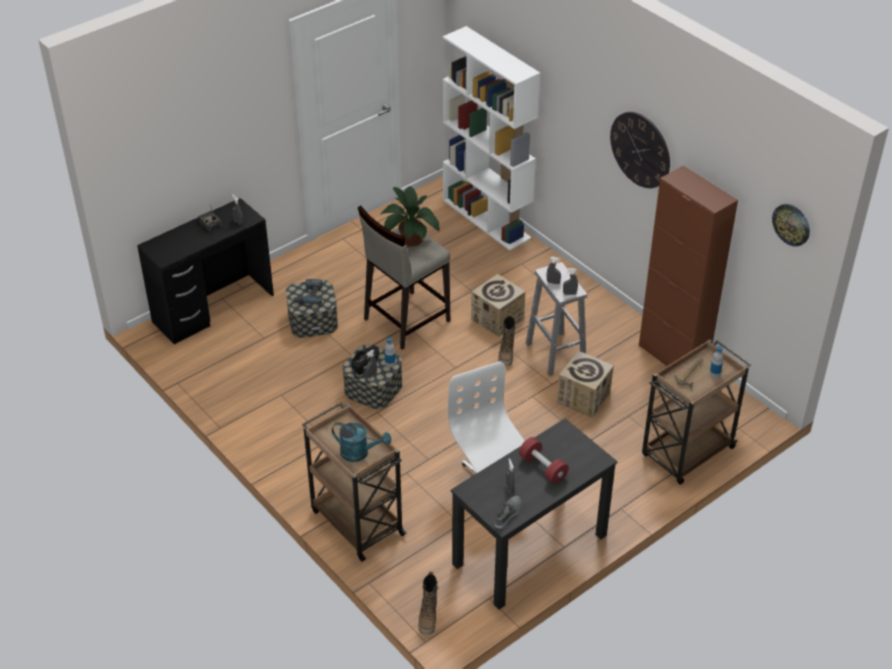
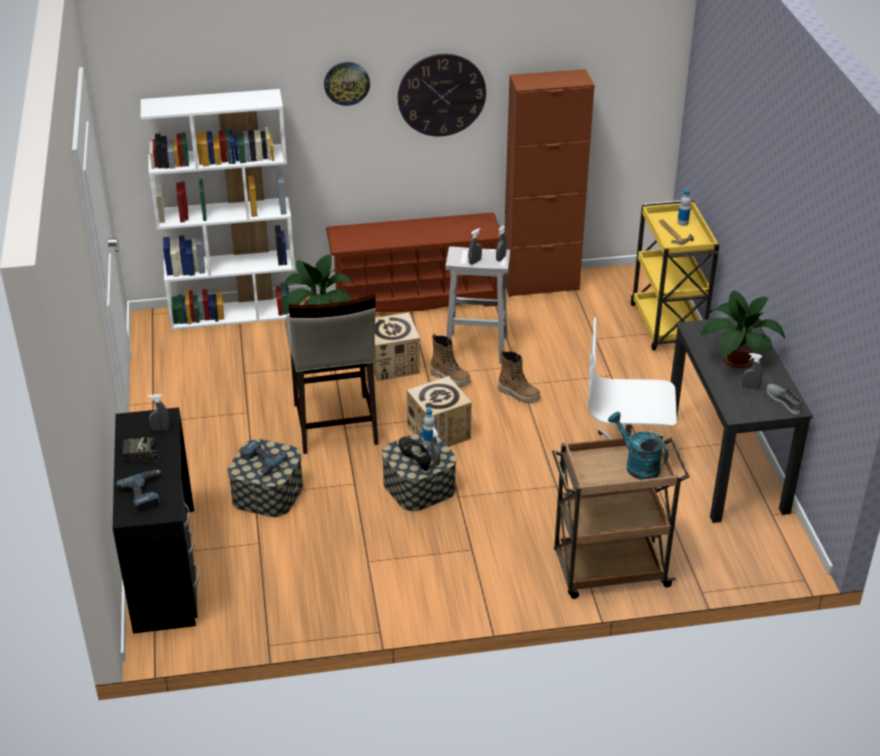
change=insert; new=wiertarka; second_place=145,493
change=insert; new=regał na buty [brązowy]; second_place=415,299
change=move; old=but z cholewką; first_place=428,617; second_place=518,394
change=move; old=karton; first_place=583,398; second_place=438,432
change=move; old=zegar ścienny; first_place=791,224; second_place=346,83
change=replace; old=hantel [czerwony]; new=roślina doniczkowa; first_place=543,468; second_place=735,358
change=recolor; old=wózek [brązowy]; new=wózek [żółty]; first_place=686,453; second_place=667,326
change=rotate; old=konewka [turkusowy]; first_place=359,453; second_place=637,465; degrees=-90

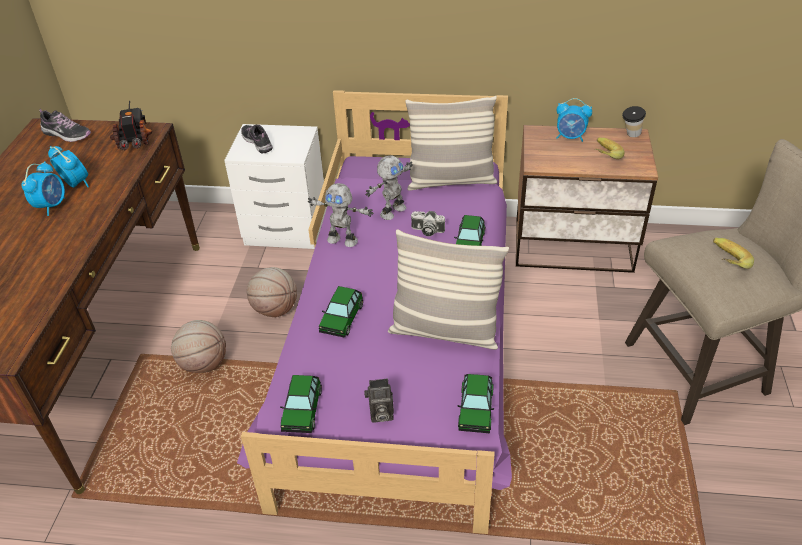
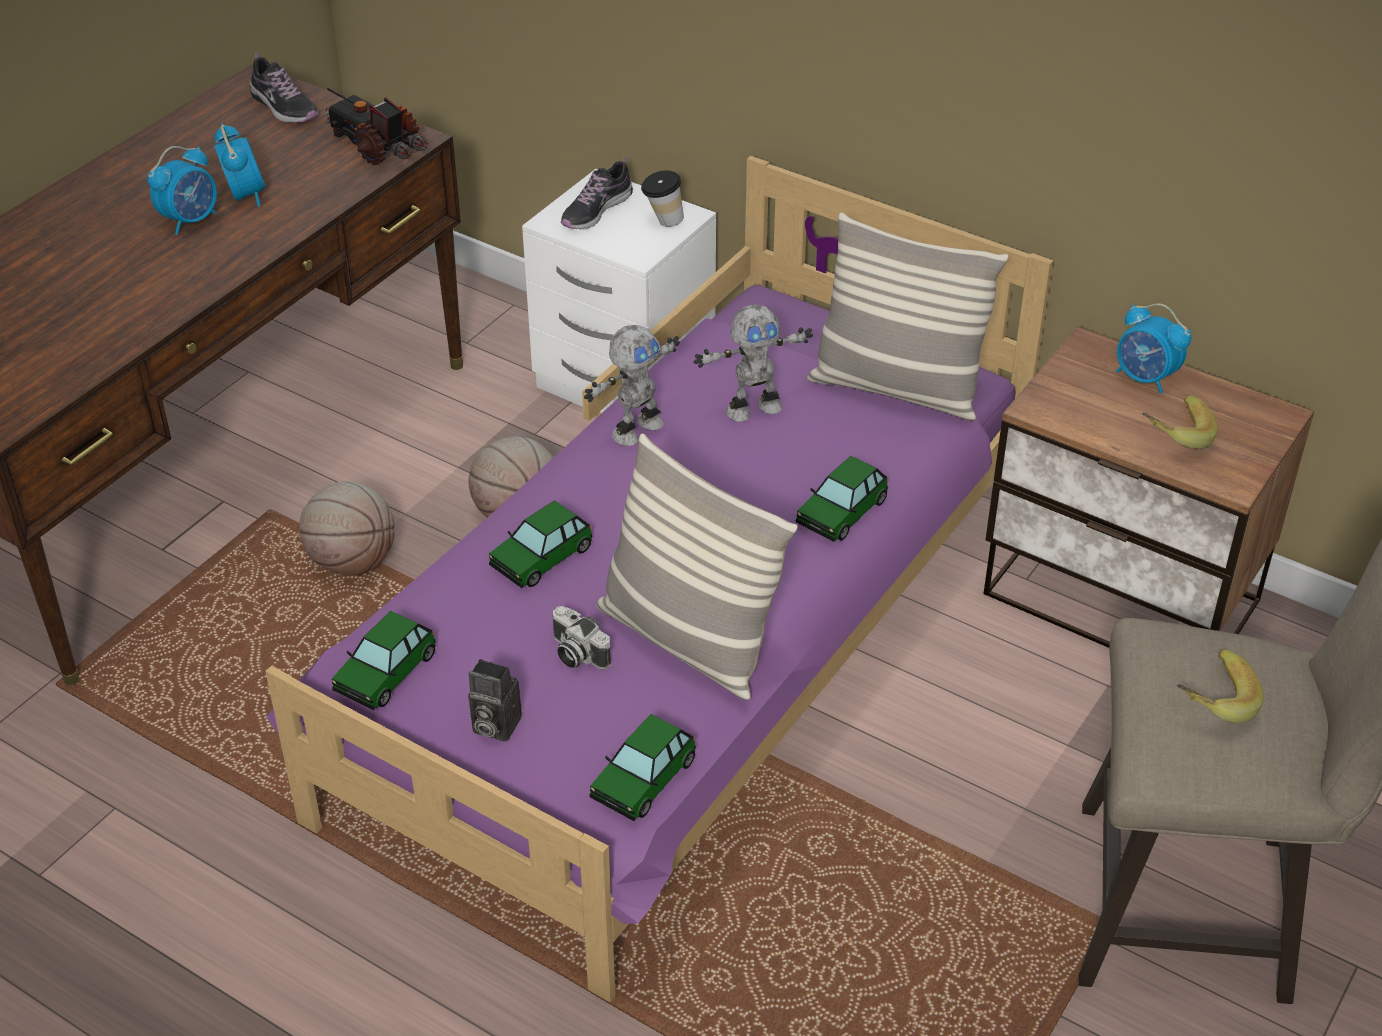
change=move; old=aparat fotograficzny; first_place=427,231; second_place=576,654
change=move; old=filiżanka; first_place=630,135; second_place=662,222
change=rotate; old=ciężarówka zabawkowa; first_place=135,139; second_place=377,146; degrees=-60
change=rotate; old=but; first_place=257,142; second_place=596,210; degrees=-135
change=rotate; old=robot zabawkowy; first_place=343,240; second_place=636,429; degrees=-90

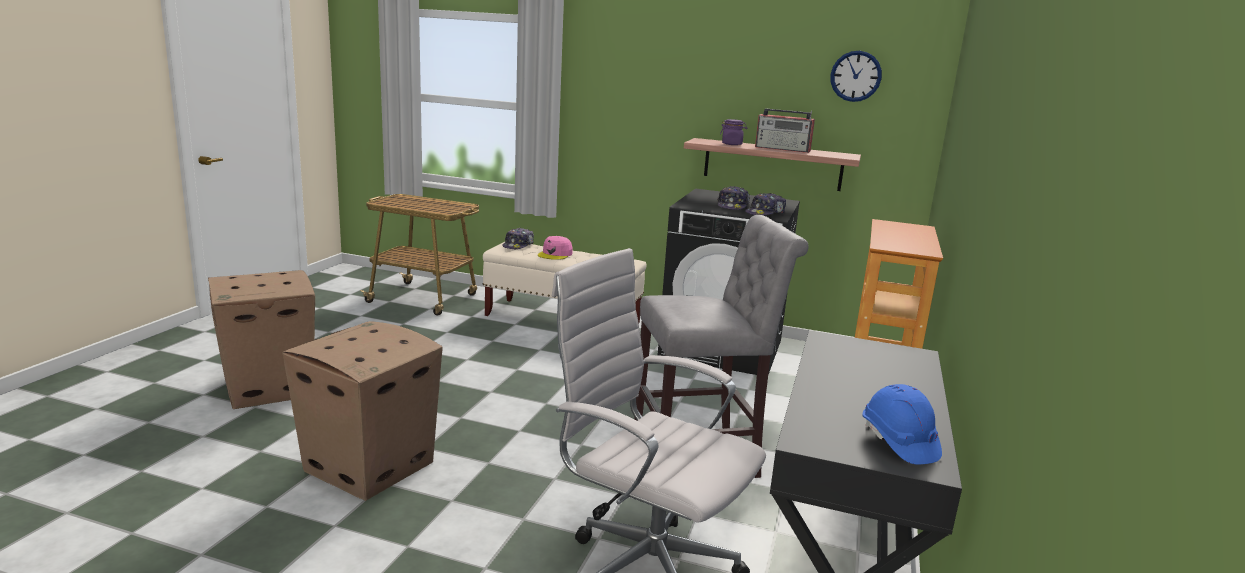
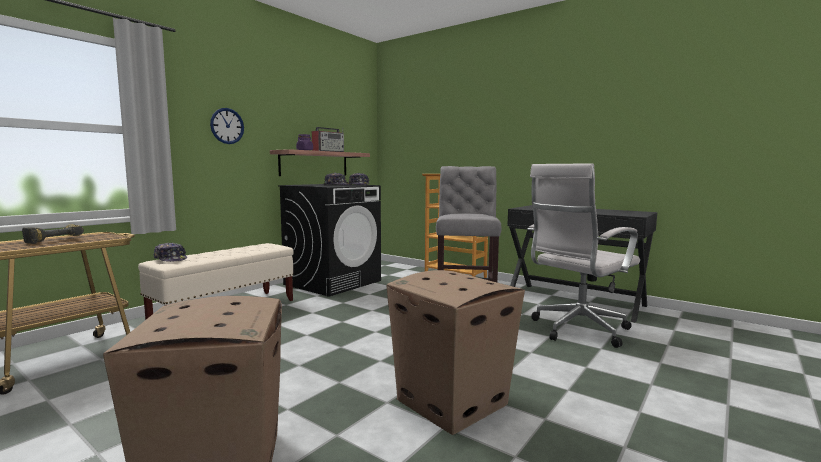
change=delete; old=czapka z daszkiem [różowy]; first_place=555,254
change=delete; old=kask [niebieski]; first_place=898,442
change=insert; new=wiertarka; second_place=53,240
change=move; old=zegar ścienny; first_place=855,76; second_place=227,126

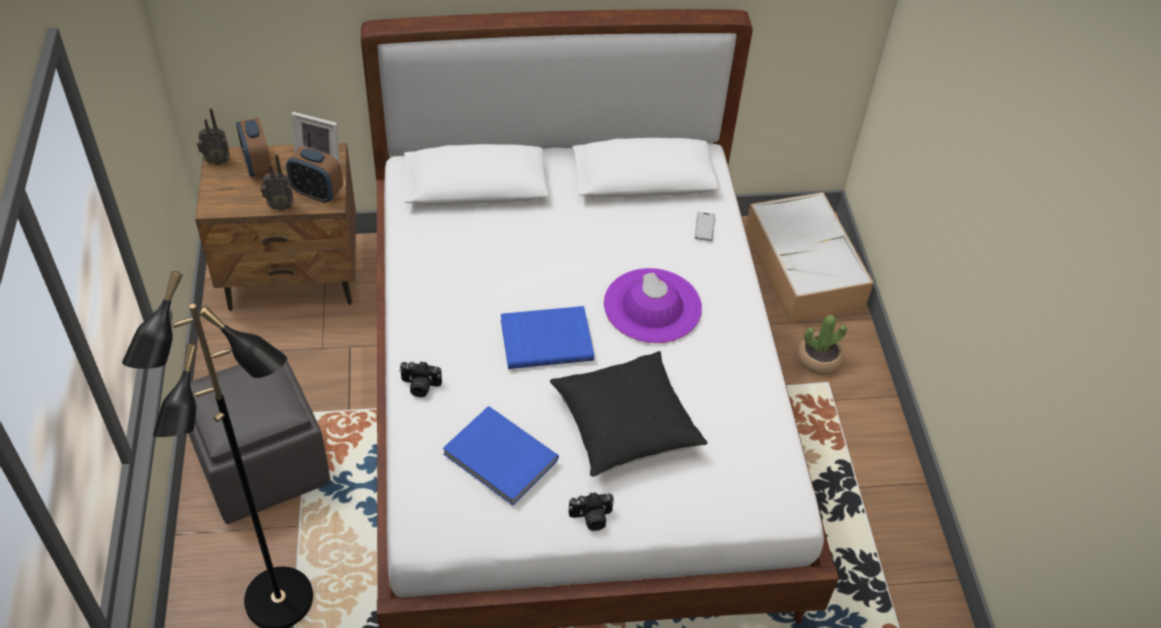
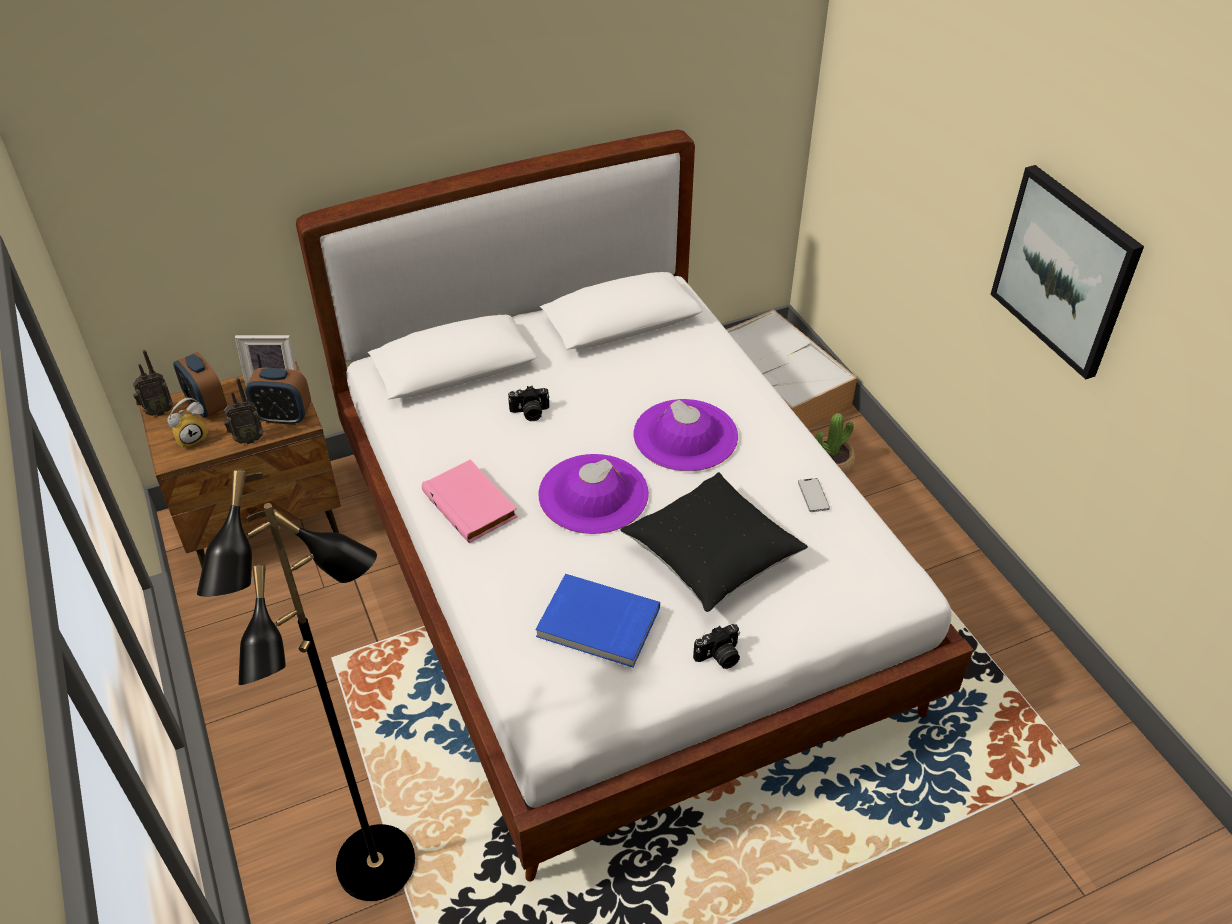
change=delete; old=pufa [szary]; first_place=262,463
change=insert; new=budzik; second_place=192,437
change=insert; new=książka [różowy]; second_place=472,504
change=insert; new=obraz; second_place=1065,271
change=move; old=aparat fotograficzny; first_place=420,386; second_place=530,413
change=move; old=telefon; first_place=704,227; second_place=813,496
change=replace; old=książka [niebieski]; new=kapelusz [fioletowy]; first_place=546,339; second_place=593,494

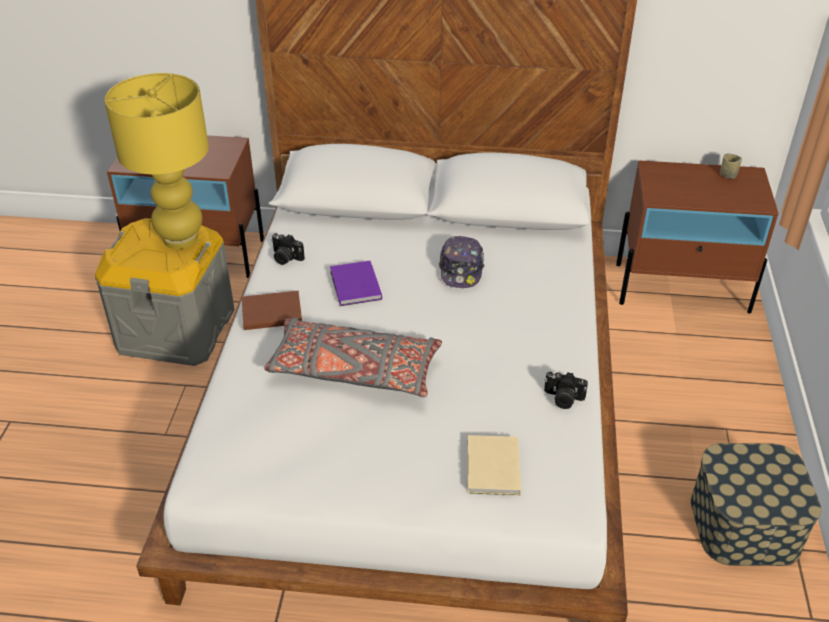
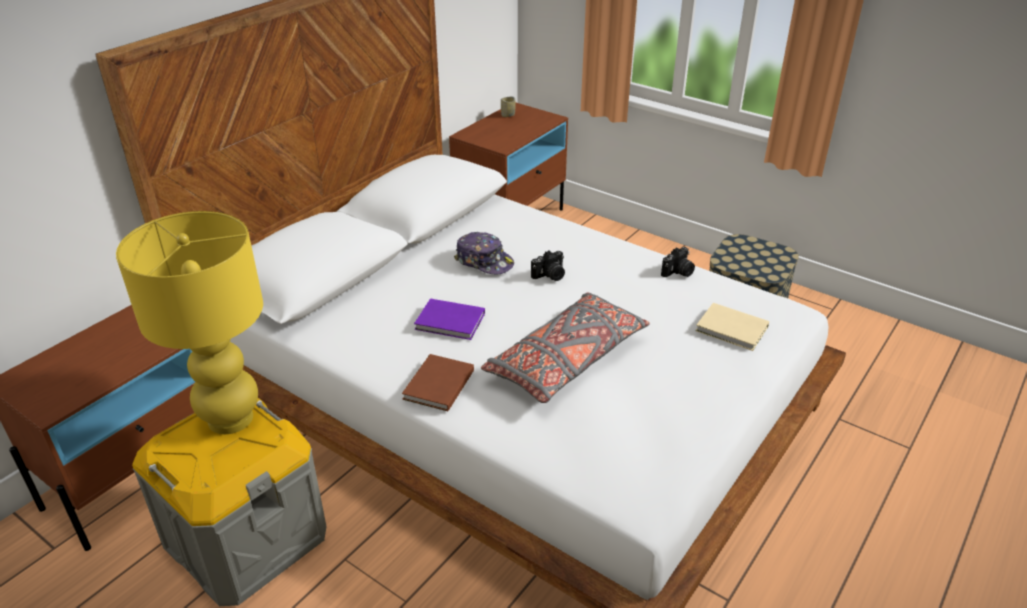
change=move; old=aparat fotograficzny; first_place=285,258; second_place=550,276

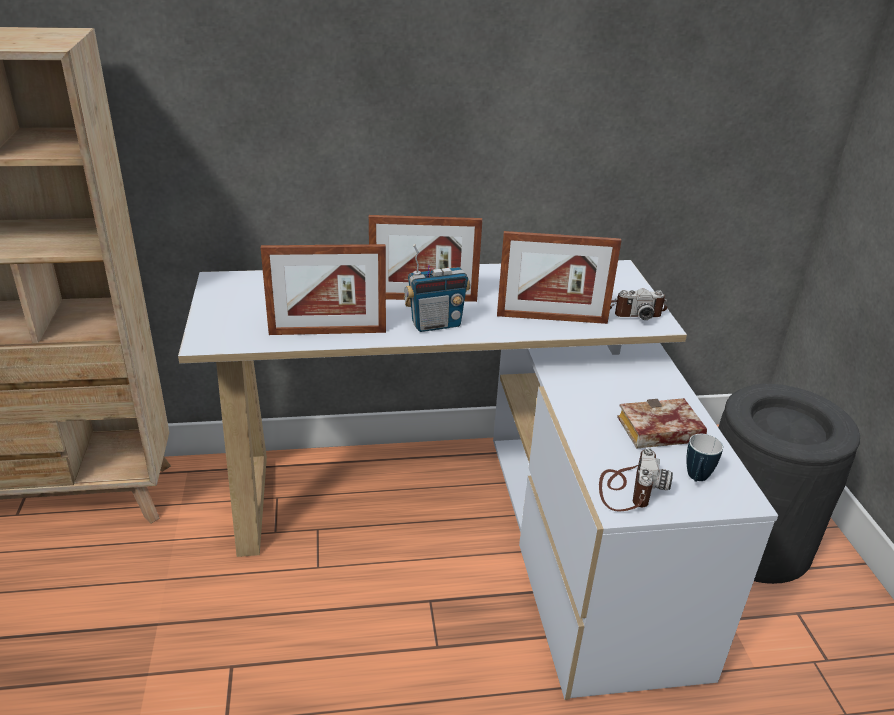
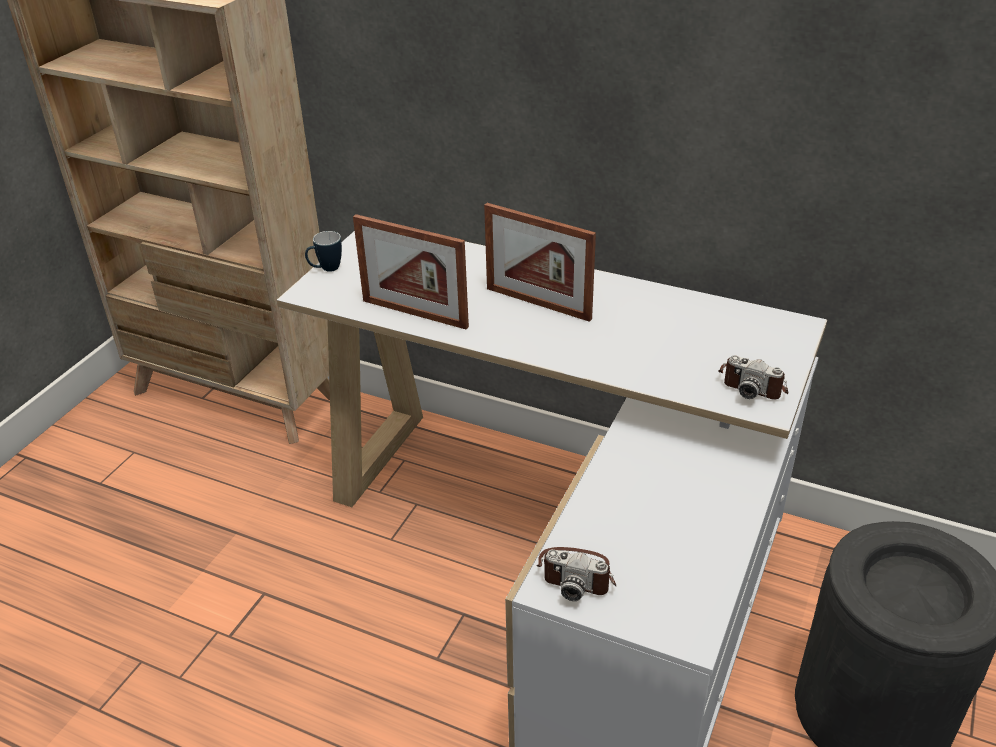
change=delete; old=radio; first_place=435,324
change=delete; old=ramka na zdjęcie; first_place=551,318
change=delete; old=książka; first_place=657,432
change=move; old=kubek; first_place=696,479; second_place=326,269
change=rotate; old=aparat fotograficzny; first_place=628,489; second_place=577,574; degrees=60

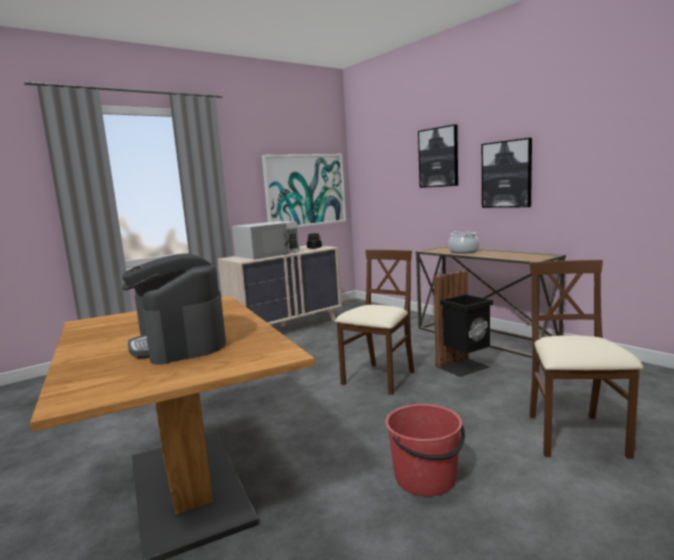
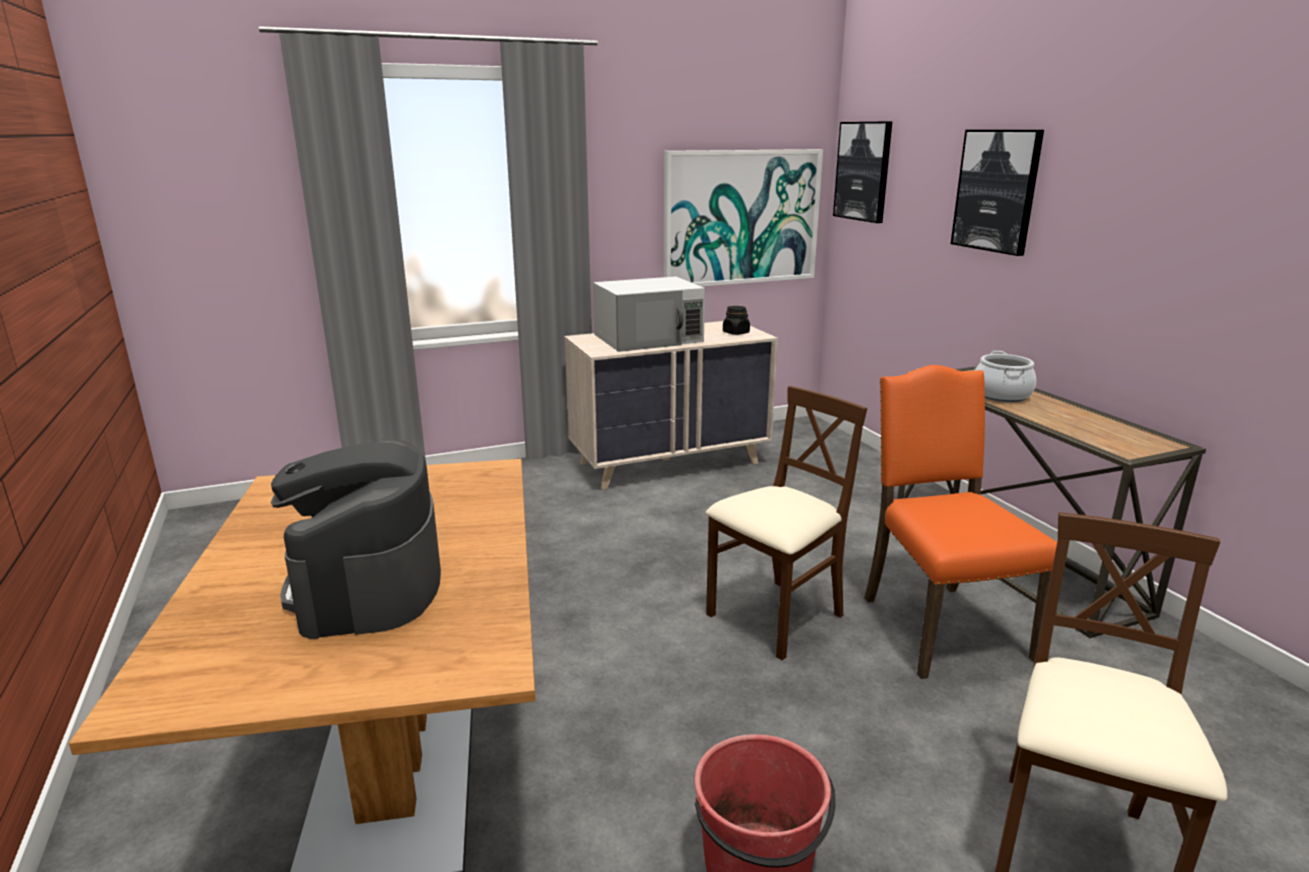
change=move; old=obraz; first_place=506,174; second_place=863,171
change=replace; old=kosz na śmieci [czarny]; new=krzesło [pomarańczowy]; first_place=464,367; second_place=939,626

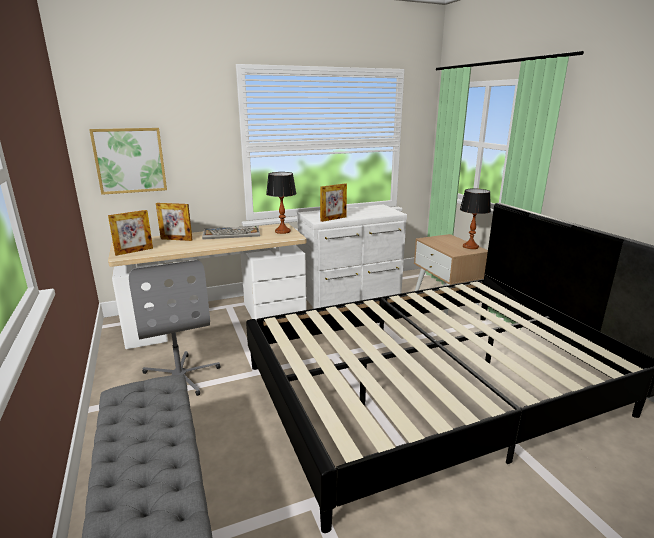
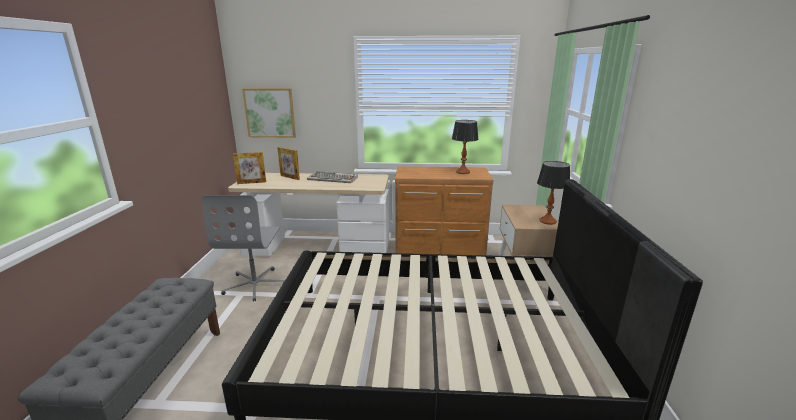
change=delete; old=ramka na zdjęcie; first_place=333,219
change=move; old=lampa stołowa; first_place=282,231; second_place=463,172
change=recolor; old=komoda [biały]; new=komoda [brązowy]; first_place=351,297; second_place=440,250

